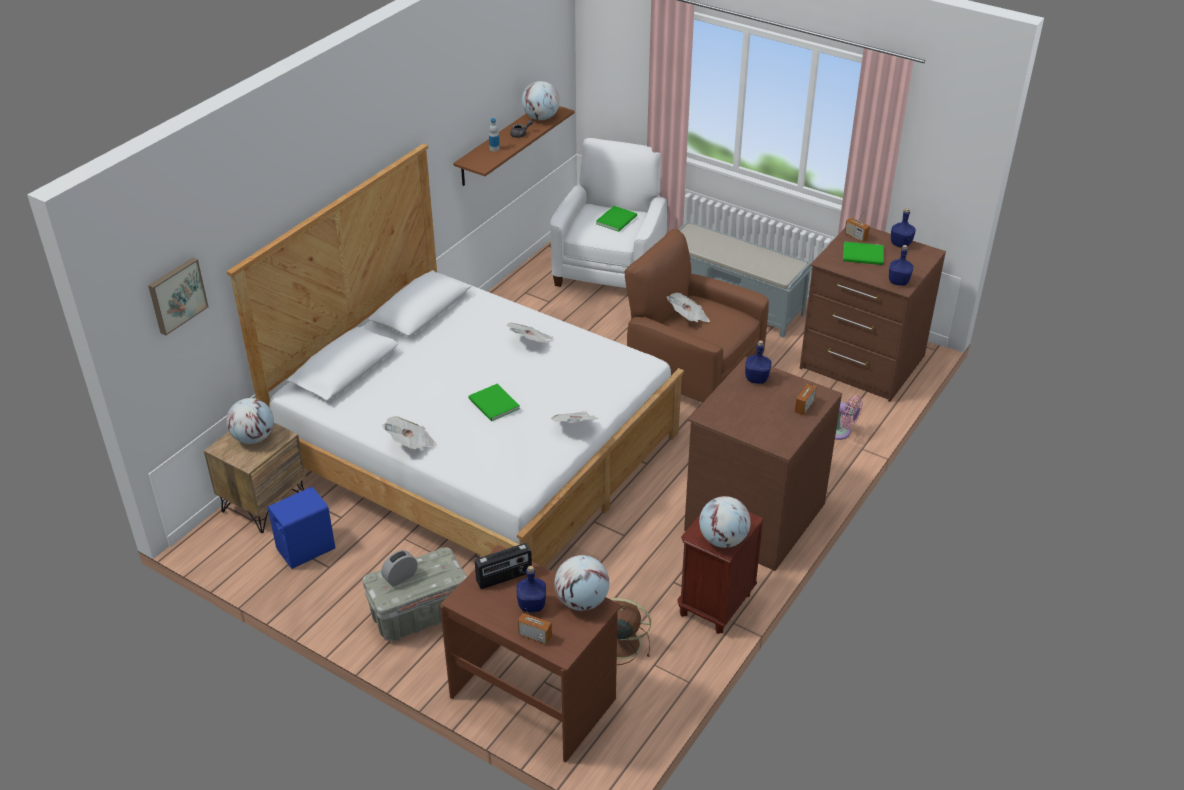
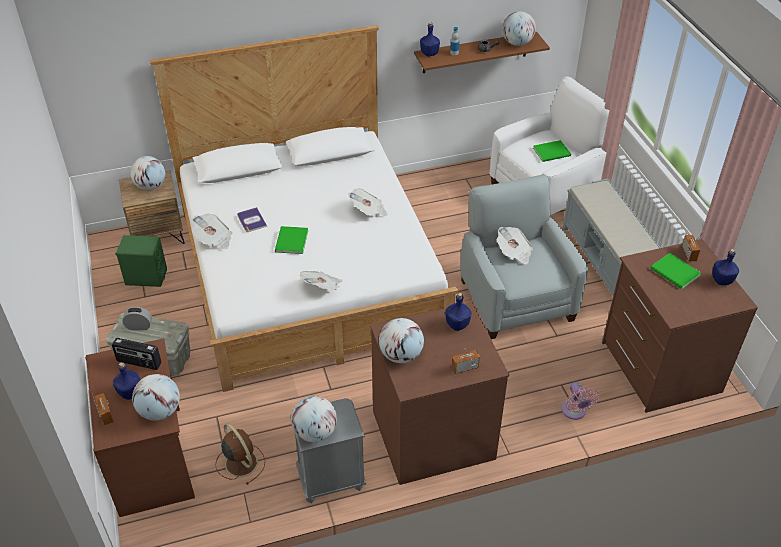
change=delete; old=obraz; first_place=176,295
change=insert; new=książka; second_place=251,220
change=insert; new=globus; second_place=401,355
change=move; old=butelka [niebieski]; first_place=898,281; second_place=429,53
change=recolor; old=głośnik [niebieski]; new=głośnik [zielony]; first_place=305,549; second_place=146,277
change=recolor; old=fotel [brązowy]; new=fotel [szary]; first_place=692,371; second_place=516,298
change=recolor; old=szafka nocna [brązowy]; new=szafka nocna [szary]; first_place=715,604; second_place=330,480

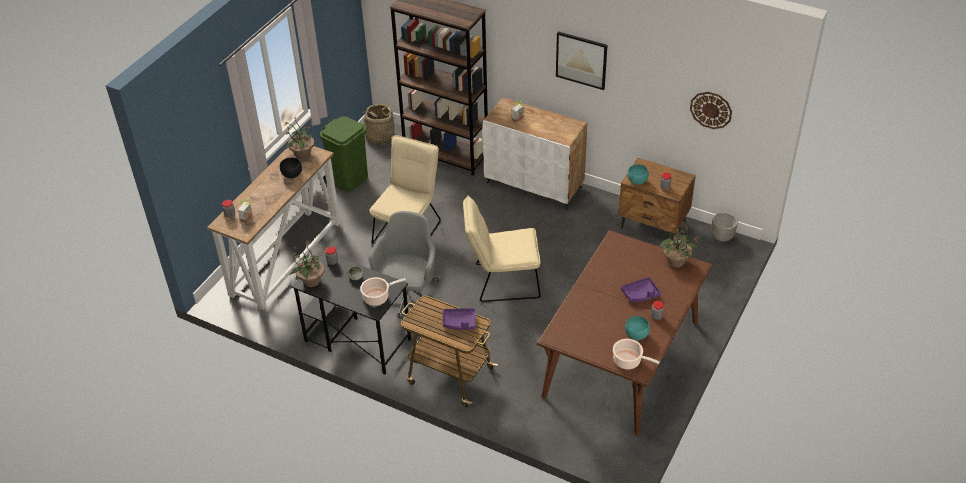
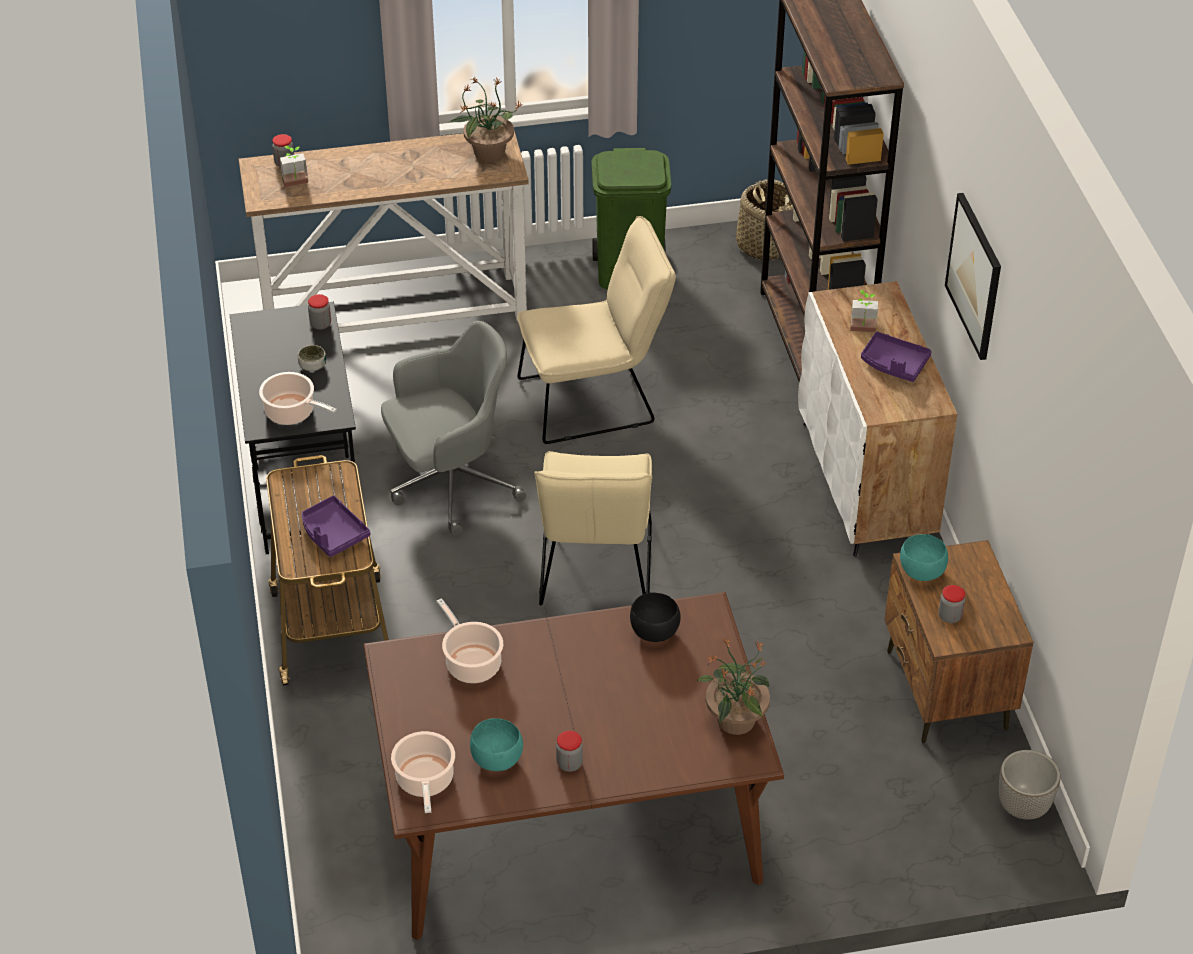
change=delete; old=roślina doniczkowa; first_place=311,281
change=delete; old=zegar ścienny; first_place=711,110
change=insert; new=garnek; second_place=471,663
change=move; old=miska [czarny]; first_place=291,175; second_place=653,632
change=move; old=taca [fioletowy]; first_place=640,294; second_place=894,364
change=rotate; old=krzesło [beżowy]; first_place=502,281; second_place=595,572; degrees=-135

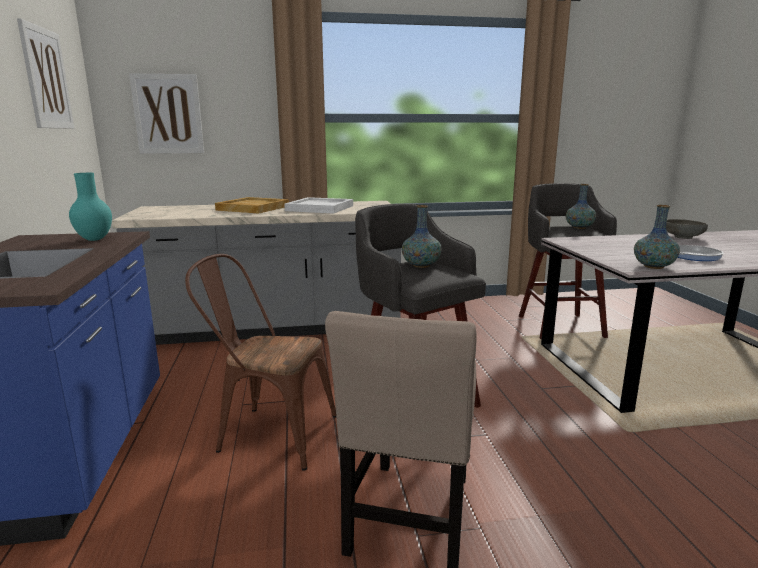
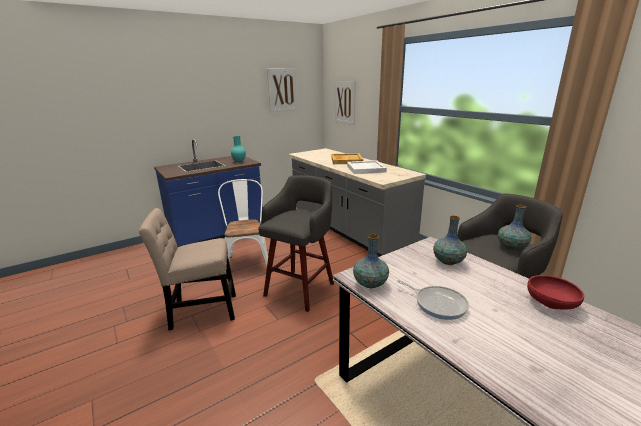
change=move; old=wazon; first_place=421,265; second_place=448,261
change=recolor; old=krzesło [brązowy]; new=krzesło [biały]; first_place=269,433; second_place=247,262
change=recolor; old=miska [szary]; new=miska [czerwony]; first_place=683,237; second_place=550,303

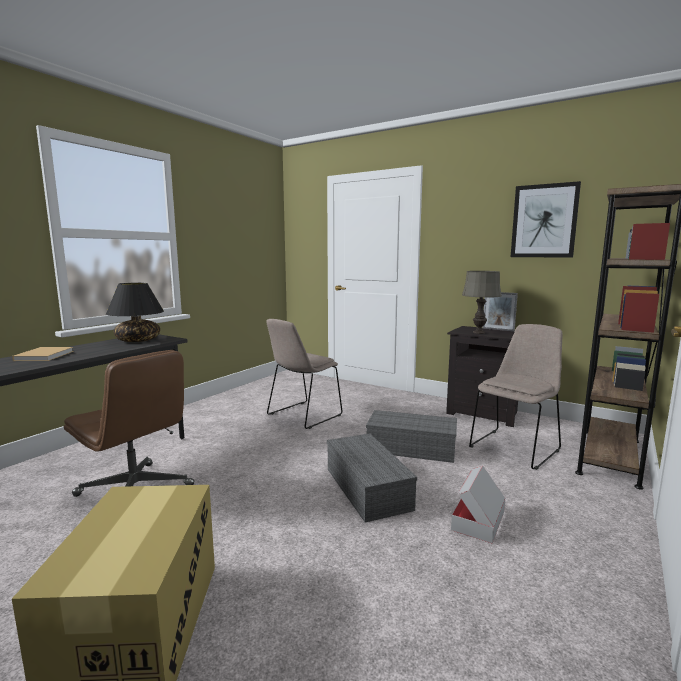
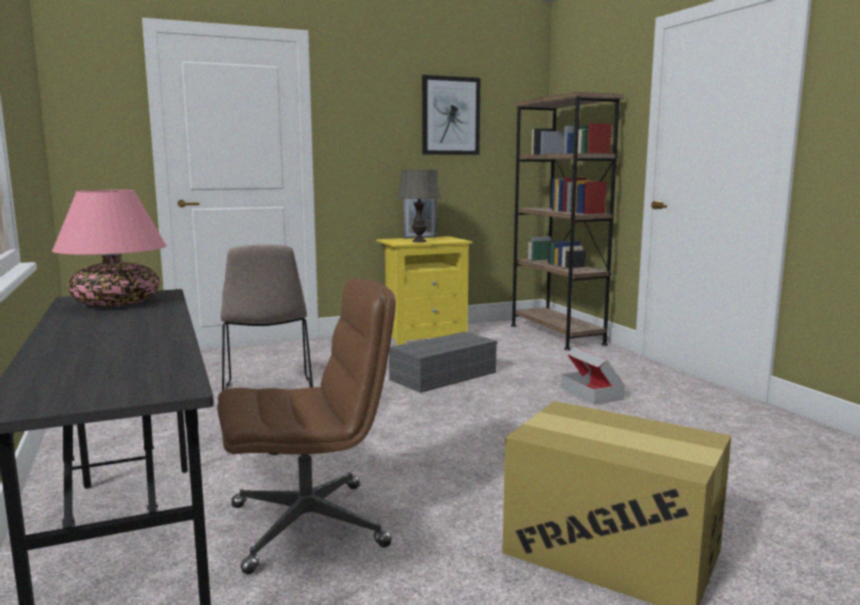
change=delete; old=książka [beżowy]; first_place=45,355
change=delete; old=pojemnik do przechowywania [szary]; first_place=369,489
change=delete; old=krzesło [beżowy]; first_place=515,447
change=recolor; old=lampa stołowa [czarny]; new=lampa stołowa [różowy]; first_place=138,340; second_place=116,303
change=recolor; old=szafka nocna [czarny]; new=szafka nocna [żółty]; first_place=485,413; second_place=424,335

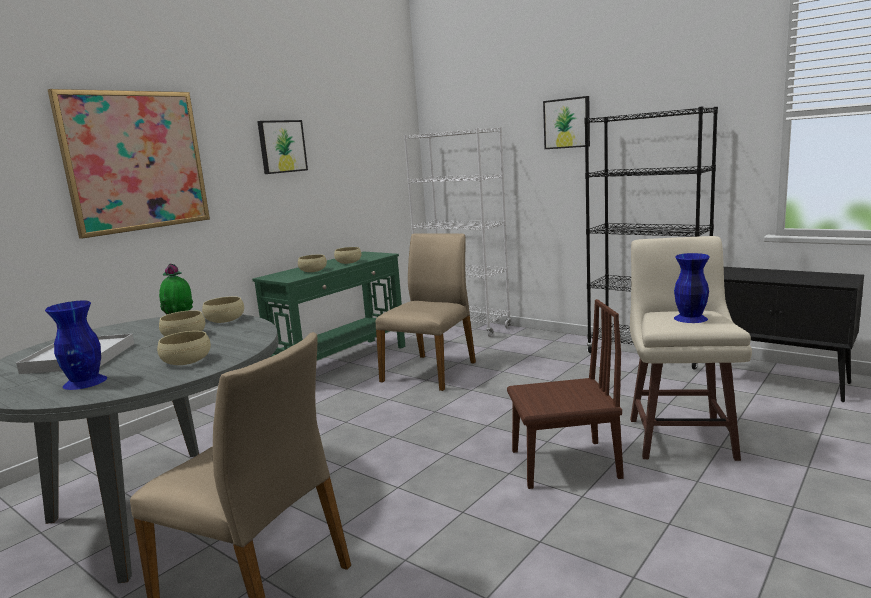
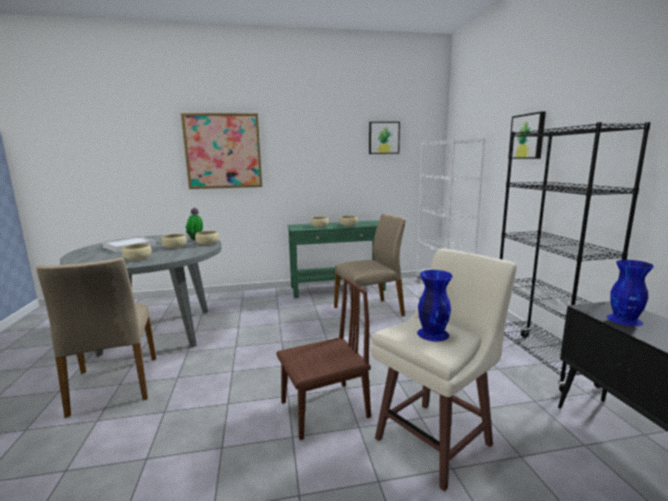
change=move; old=wazon [niebieski]; first_place=85,382; second_place=625,320
change=move; old=obraz; first_place=281,146; second_place=383,138
change=rotate; old=krzesło [brązowy]; first_place=564,464; second_place=324,409; degrees=-60

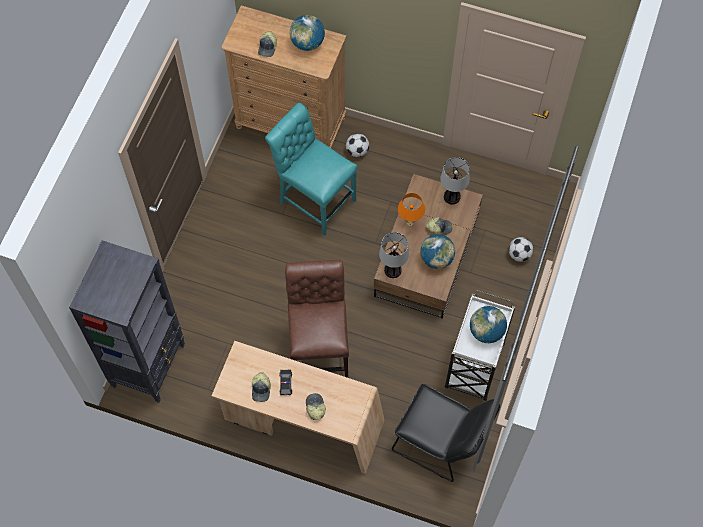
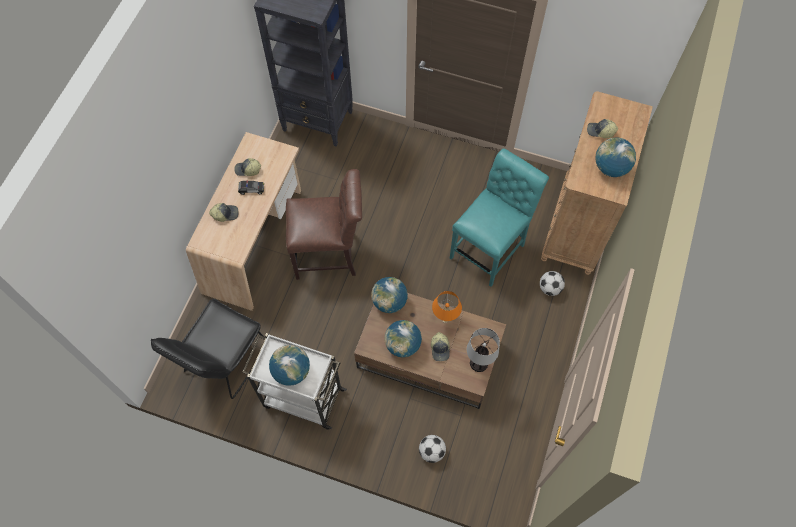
change=replace; old=lampa stołowa; new=globus; first_place=393,270; second_place=389,302

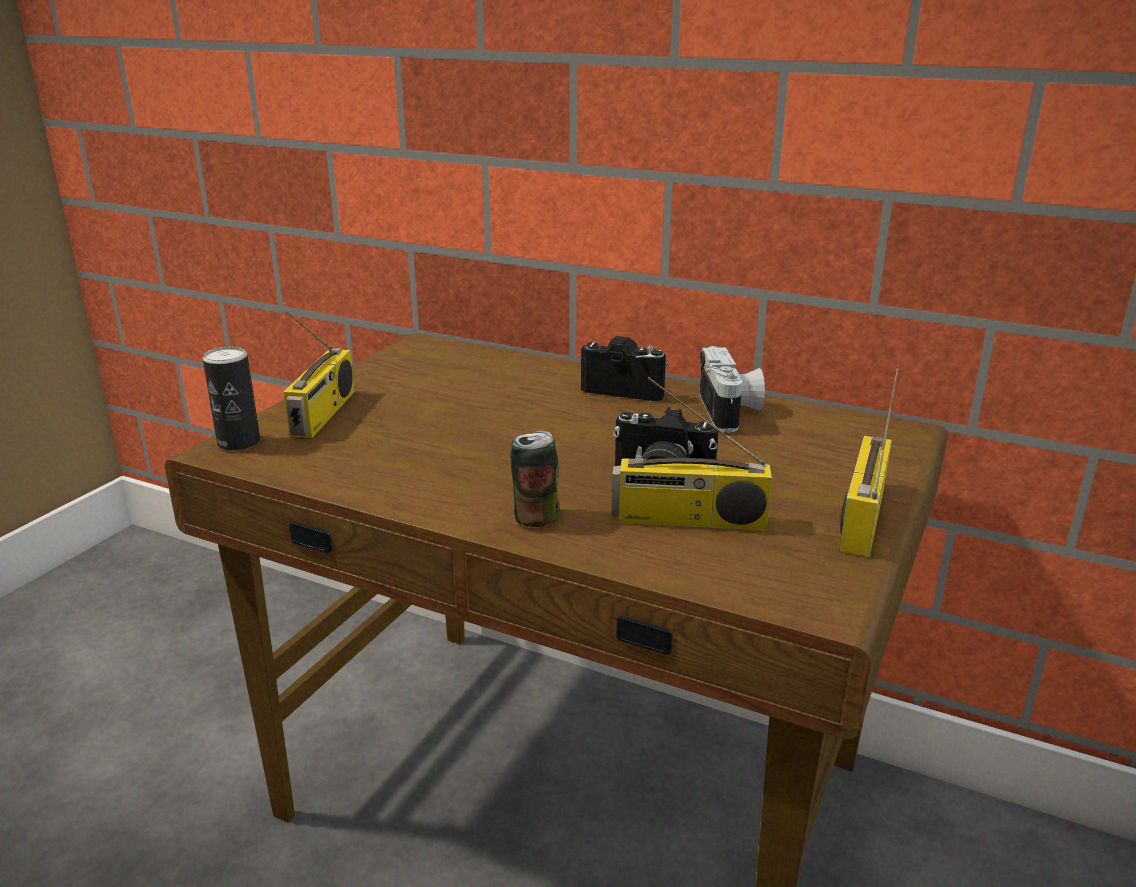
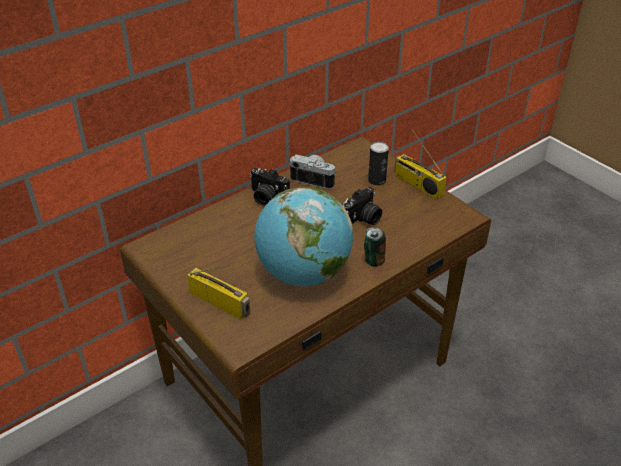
change=delete; old=radio; first_place=688,520
change=insert; new=globus; second_place=303,273
change=move; old=puszka; first_place=239,442; second_place=377,180
change=rotate; old=aparat fotograficzny; first_place=626,388; second_place=267,197; degrees=-105

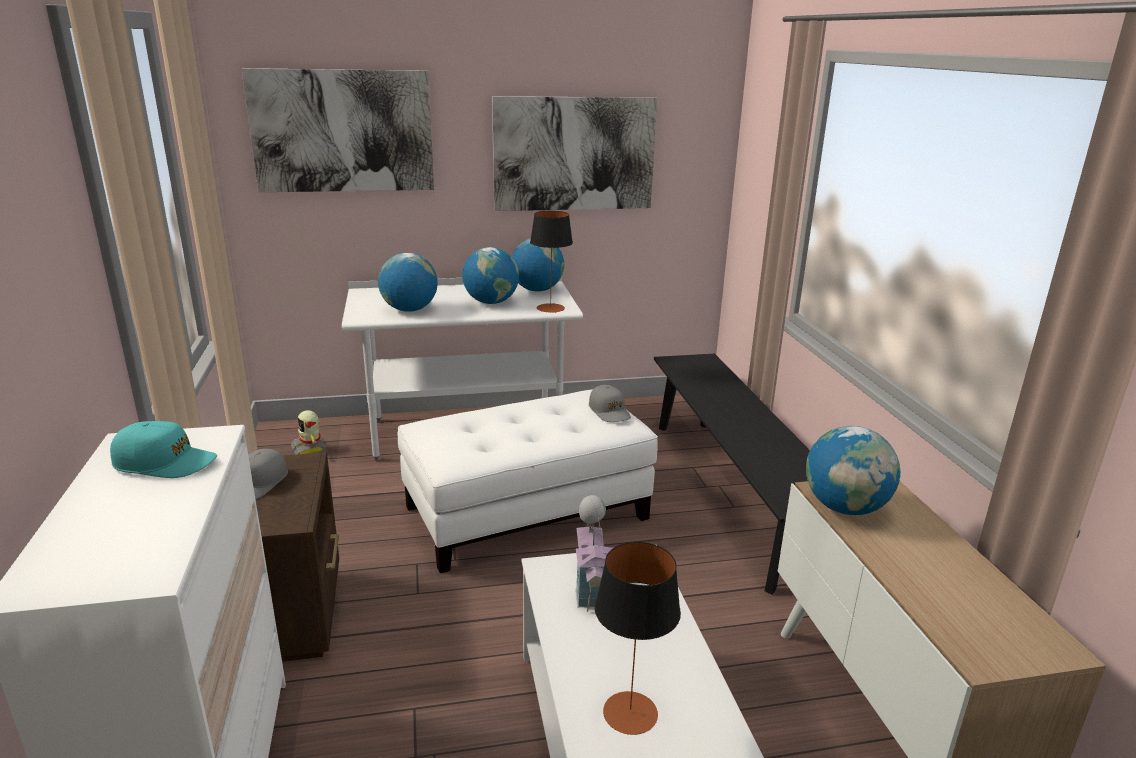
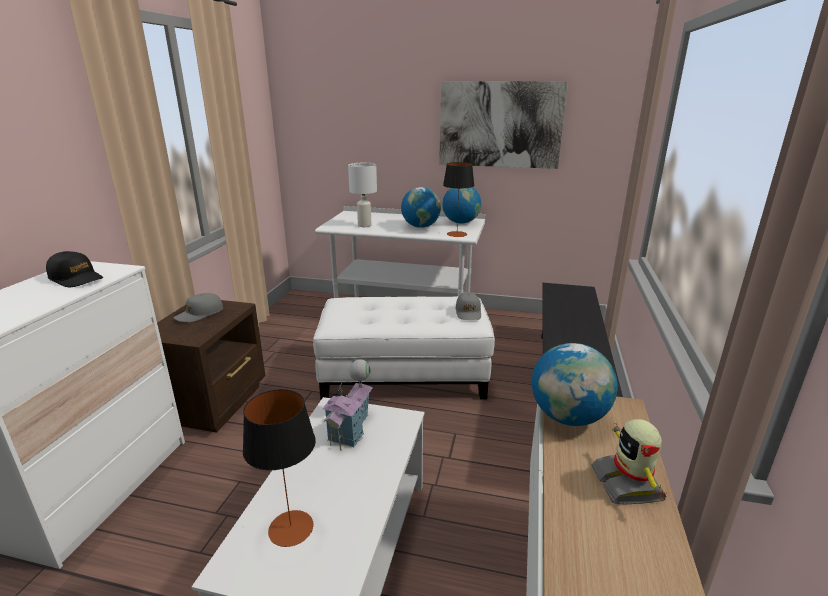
change=delete; old=obraz; first_place=342,131
change=move; old=robot zabawkowy; first_place=310,449; second_place=628,484
change=replace; old=globus; new=lampa stołowa [biały]; first_place=409,310; second_place=364,225
change=recolor; old=czapka z daszkiem [turkusowy]; new=czapka z daszkiem [czarny]; first_place=165,462; second_place=76,278

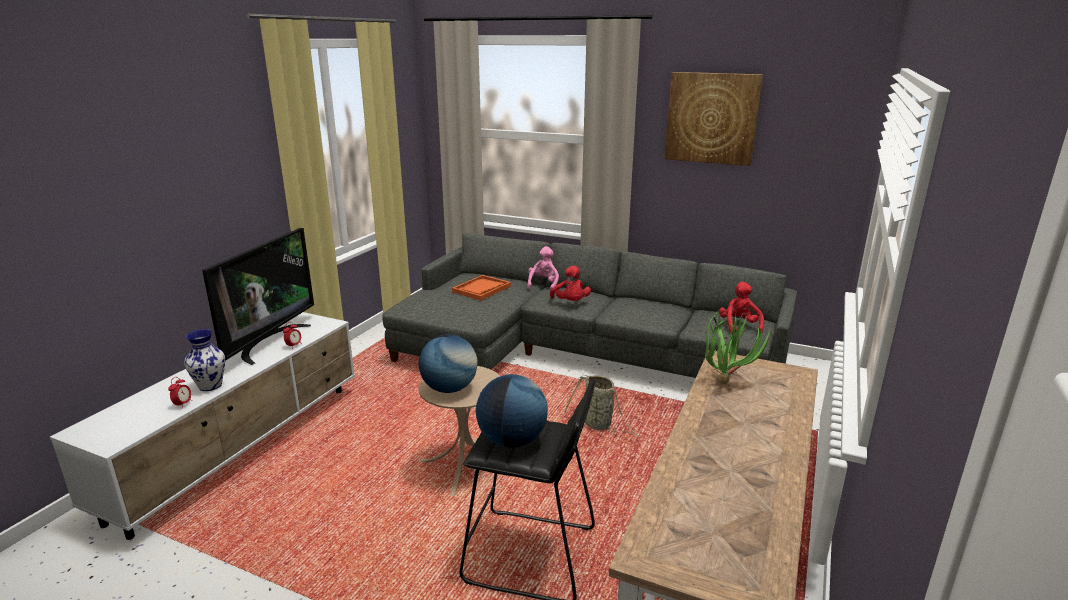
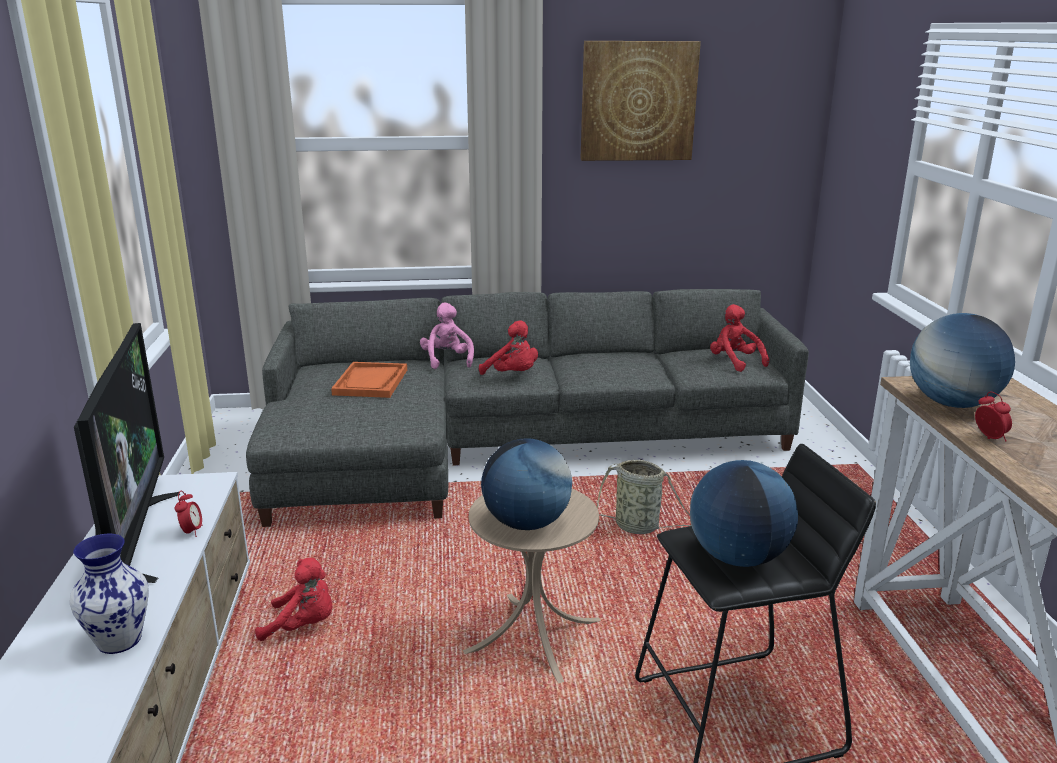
change=insert; new=pluszak [czerwony]; second_place=303,626
change=move; old=budzik; first_place=183,404; second_place=989,438
change=replace; old=roślina doniczkowa; new=globus; first_place=726,379; second_place=952,404

